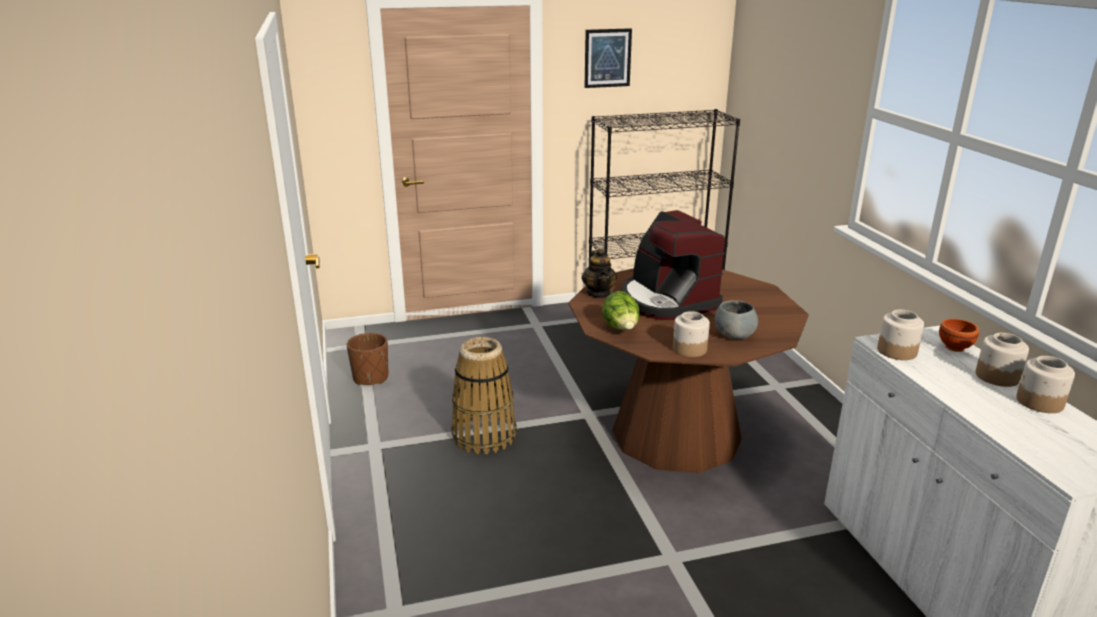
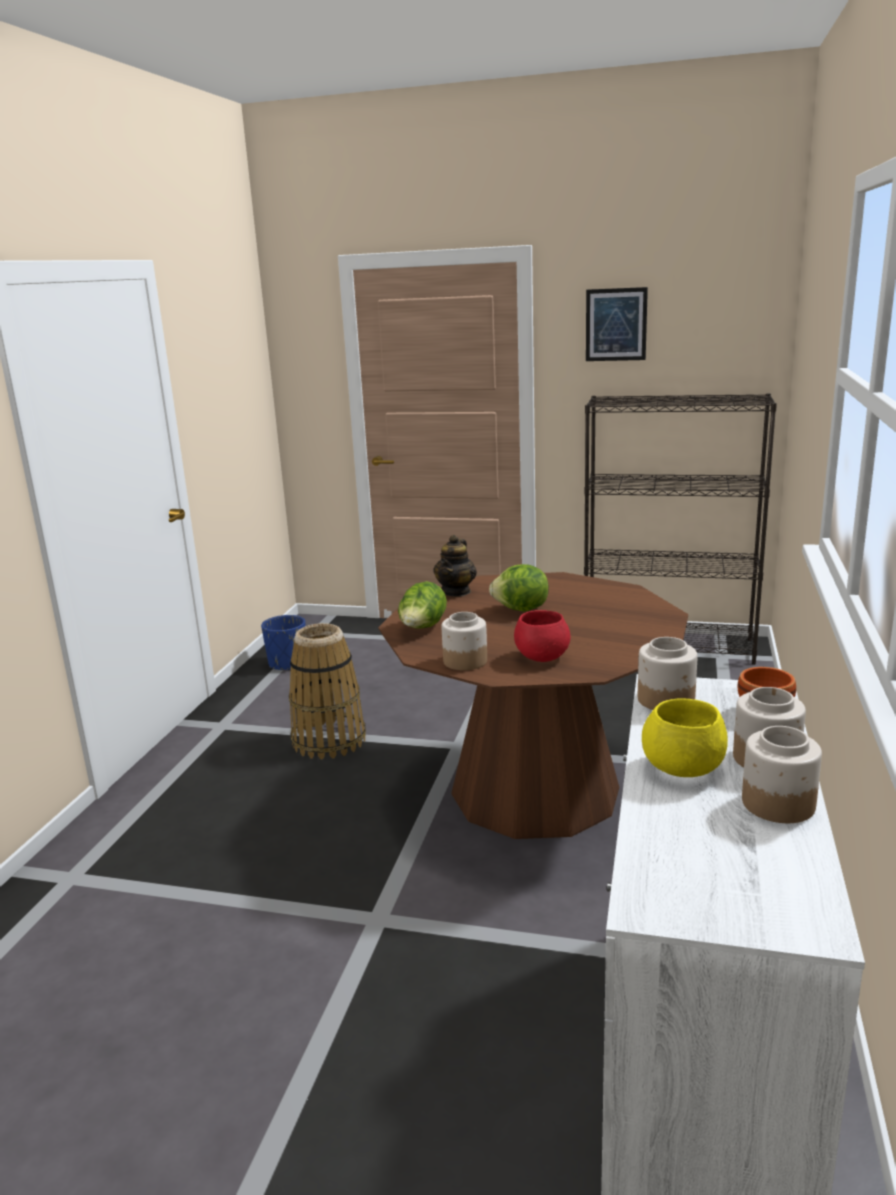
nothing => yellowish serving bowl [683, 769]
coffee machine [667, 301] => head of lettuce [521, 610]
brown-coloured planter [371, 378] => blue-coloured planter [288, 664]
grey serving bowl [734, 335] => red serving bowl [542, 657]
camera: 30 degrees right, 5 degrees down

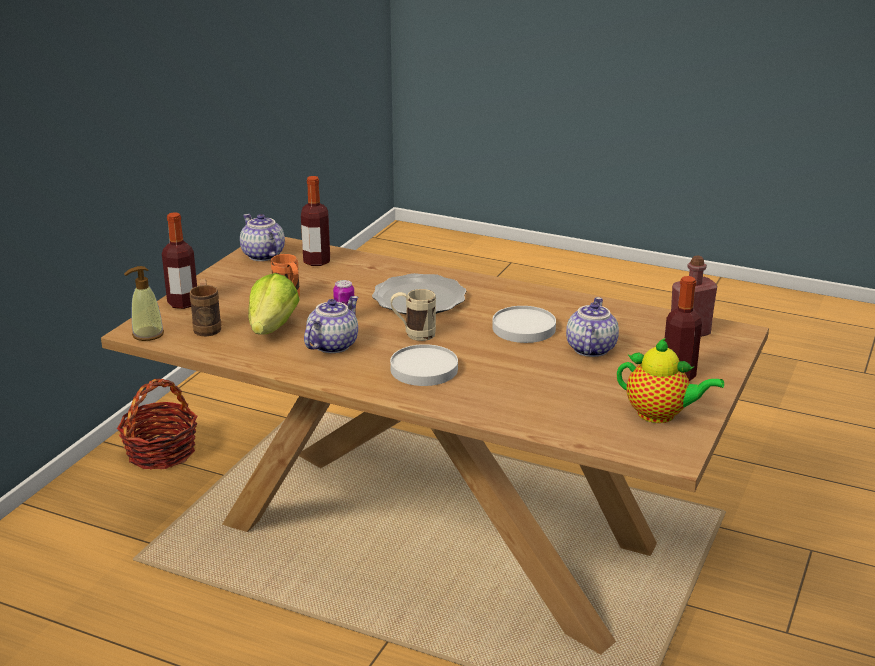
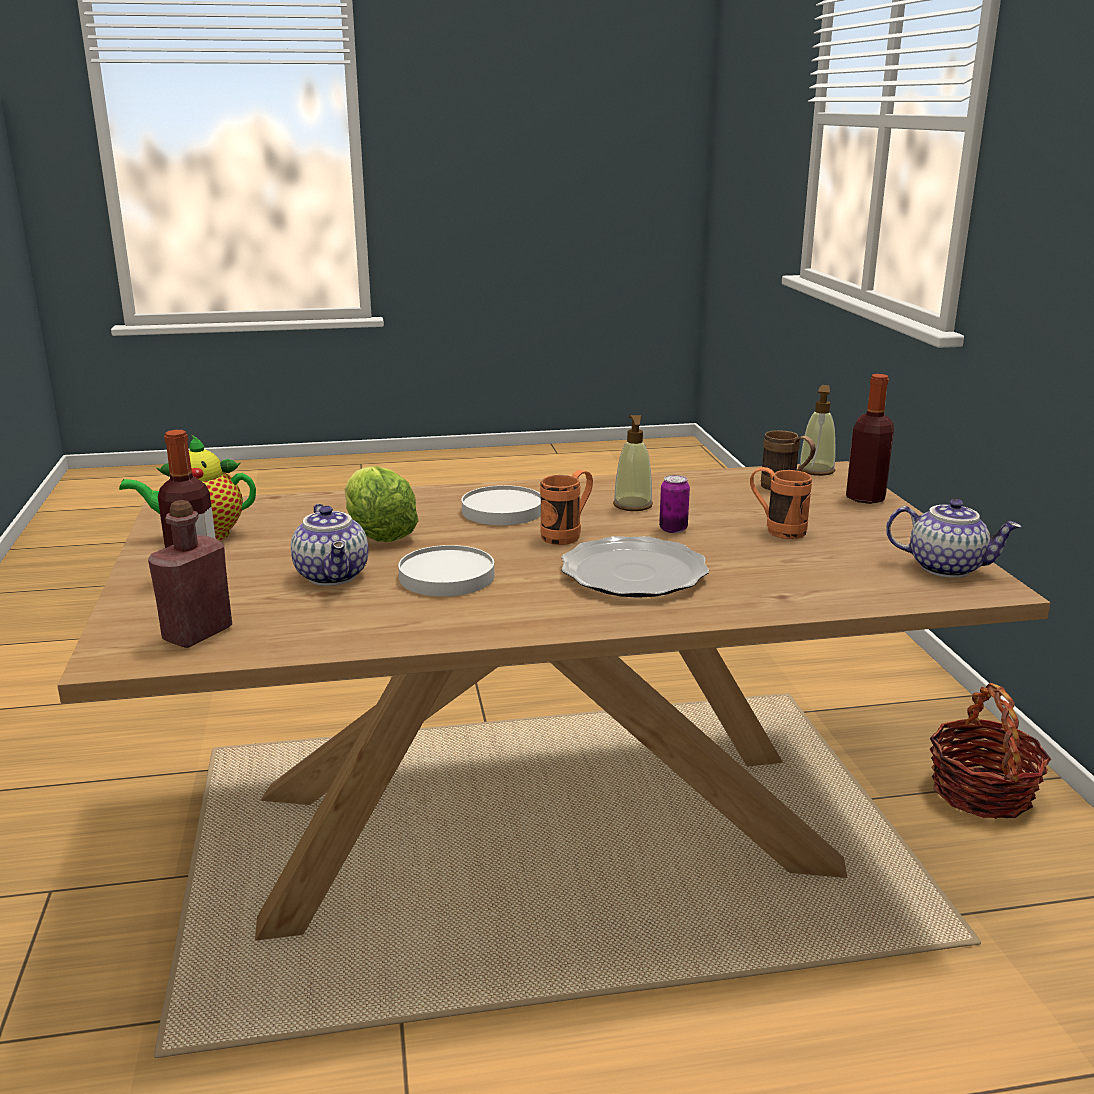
drink bottle [316, 261] => nothing
head of lettuce [272, 328] => head of lettuce [377, 533], shifted
pot for tea [332, 345] => soap dispenser [632, 505]
beige mug [413, 334] => orange-coloured mug [568, 535]
camera: 145 degrees right, 5 degrees down

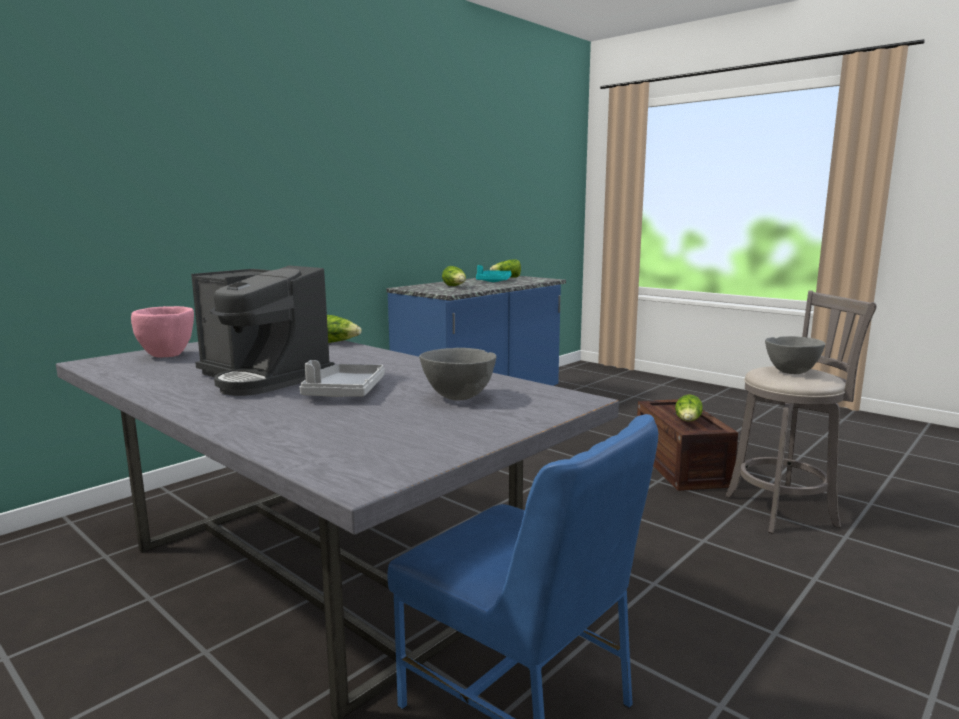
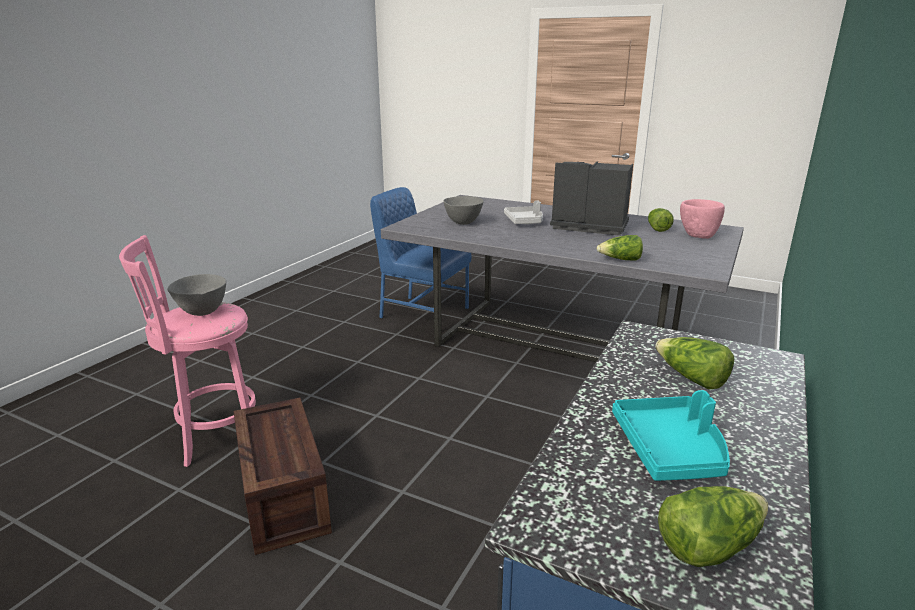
head of lettuce [688, 421] => head of lettuce [657, 228], shifted
grey stool seat [785, 510] => pinkish stool seat [215, 437]
camera: 165 degrees right, 10 degrees up

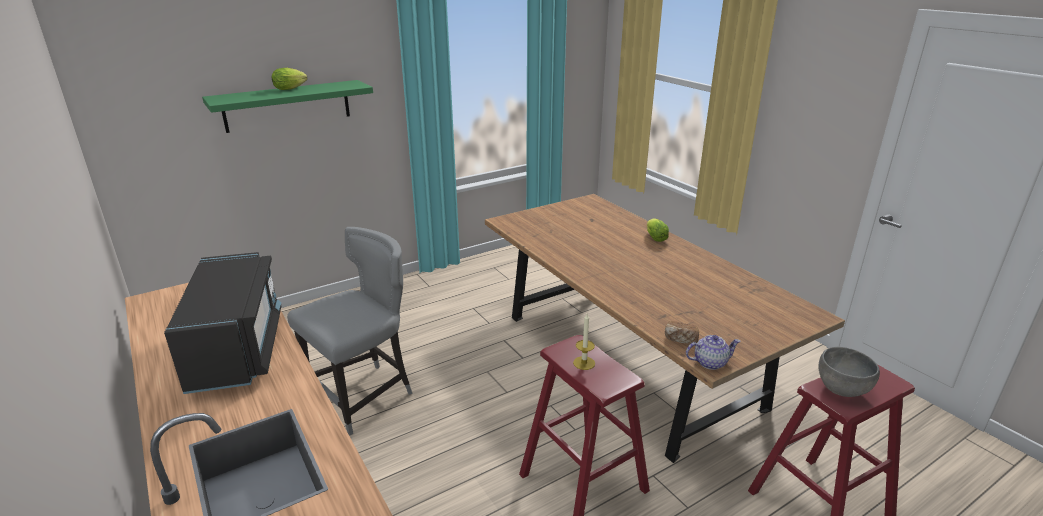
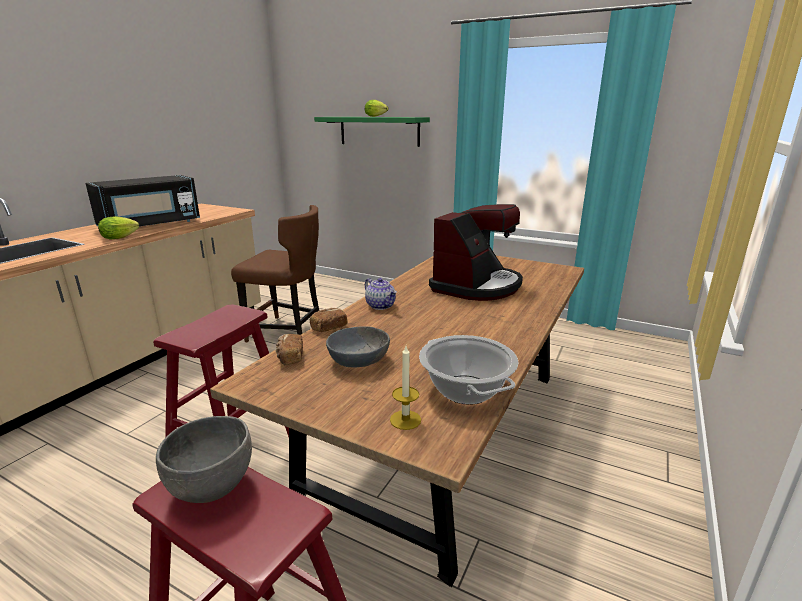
nothing => baked bread [328, 328]
nothing => grey serving bowl [358, 361]
nothing => stockpot [466, 390]
nothing => coffee machine [477, 286]
candle [584, 363] => candle [405, 420], shifted
head of lettuce [654, 238] => head of lettuce [121, 237], shifted
pot for tea [710, 362] => pot for tea [381, 305], shifted
grey plain chair [364, 395] => brown-coloured plain chair [288, 332]
camera: 60 degrees right, 5 degrees down

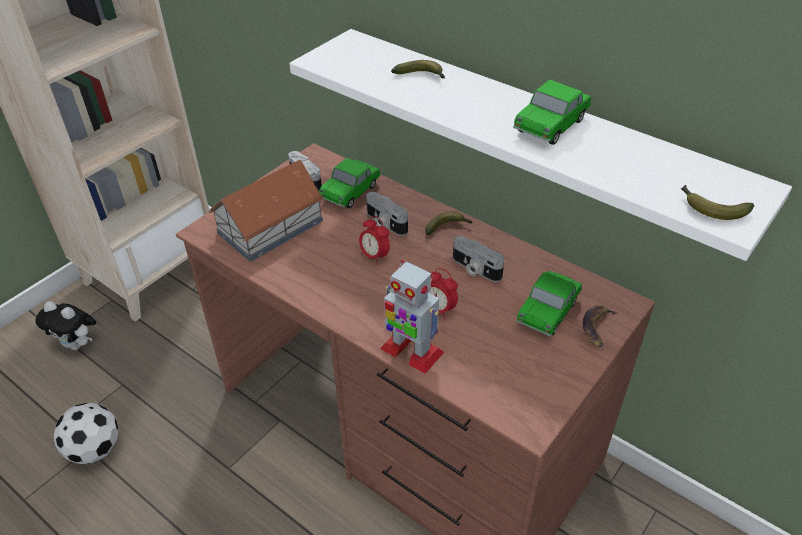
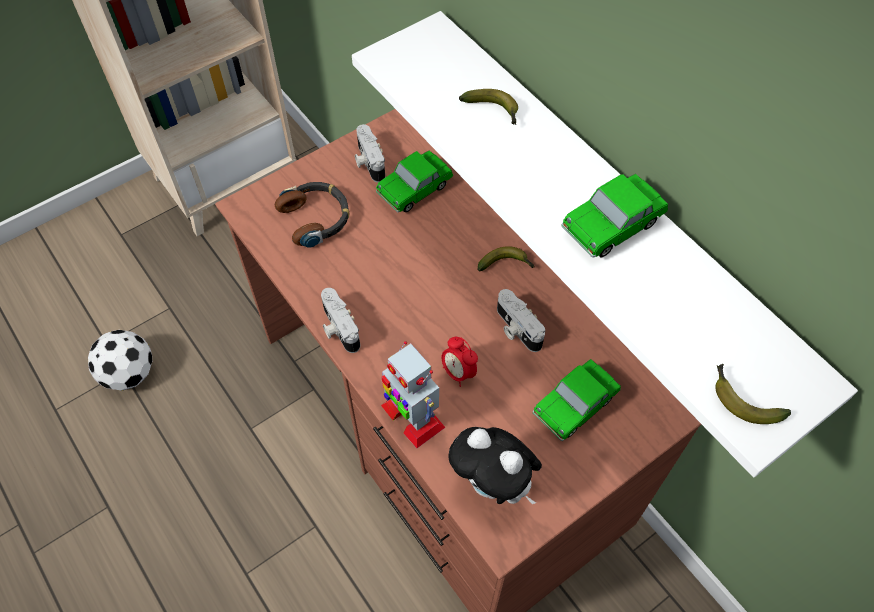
alarm clock [374, 256] => nothing
whole banana [597, 327] => nothing
soft toy [77, 344] => soft toy [494, 484], shifted
still camera [385, 223] => still camera [338, 328], shifted
model house [271, 226] => headset [316, 218]
camera: 15 degrees right, 15 degrees up

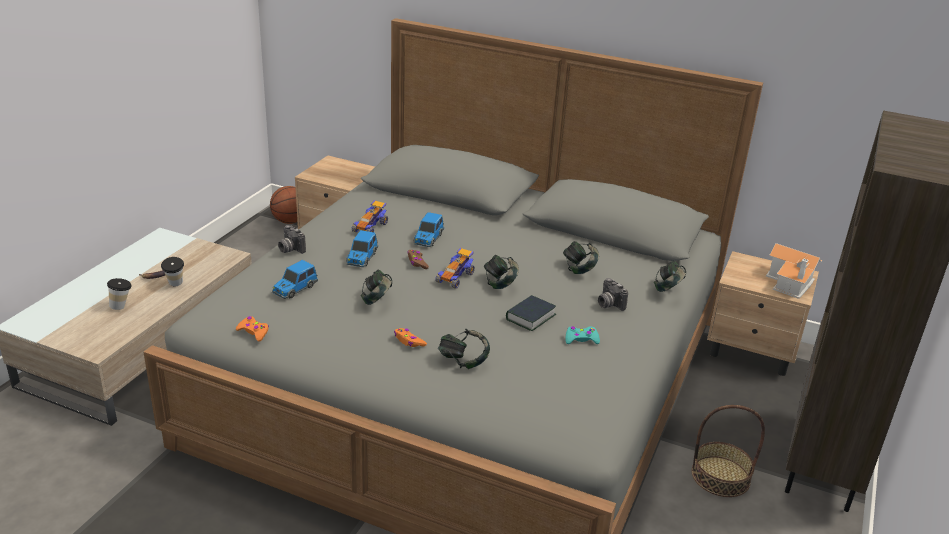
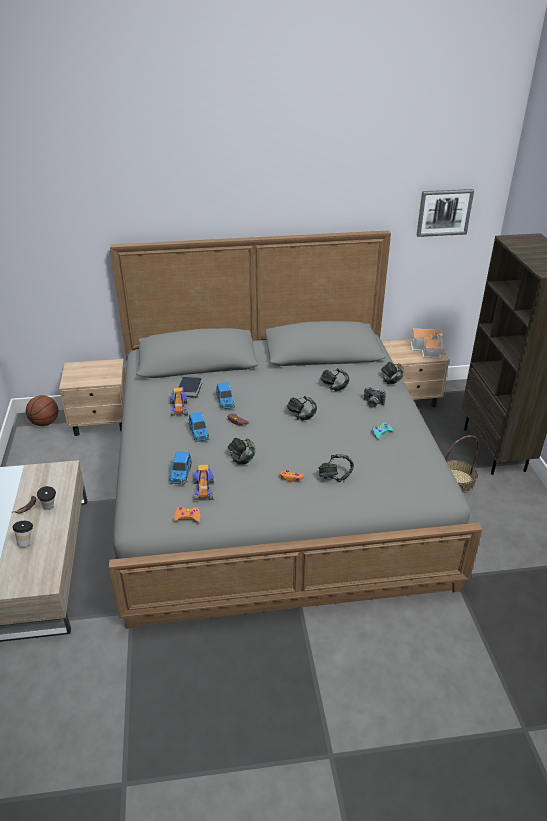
still camera [290, 249] => nothing
nothing => wall art [444, 212]
model car [455, 277] => model car [203, 489], shifted
bound book [530, 317] => bound book [189, 390], shifted
camera: 30 degrees left, 5 degrees up

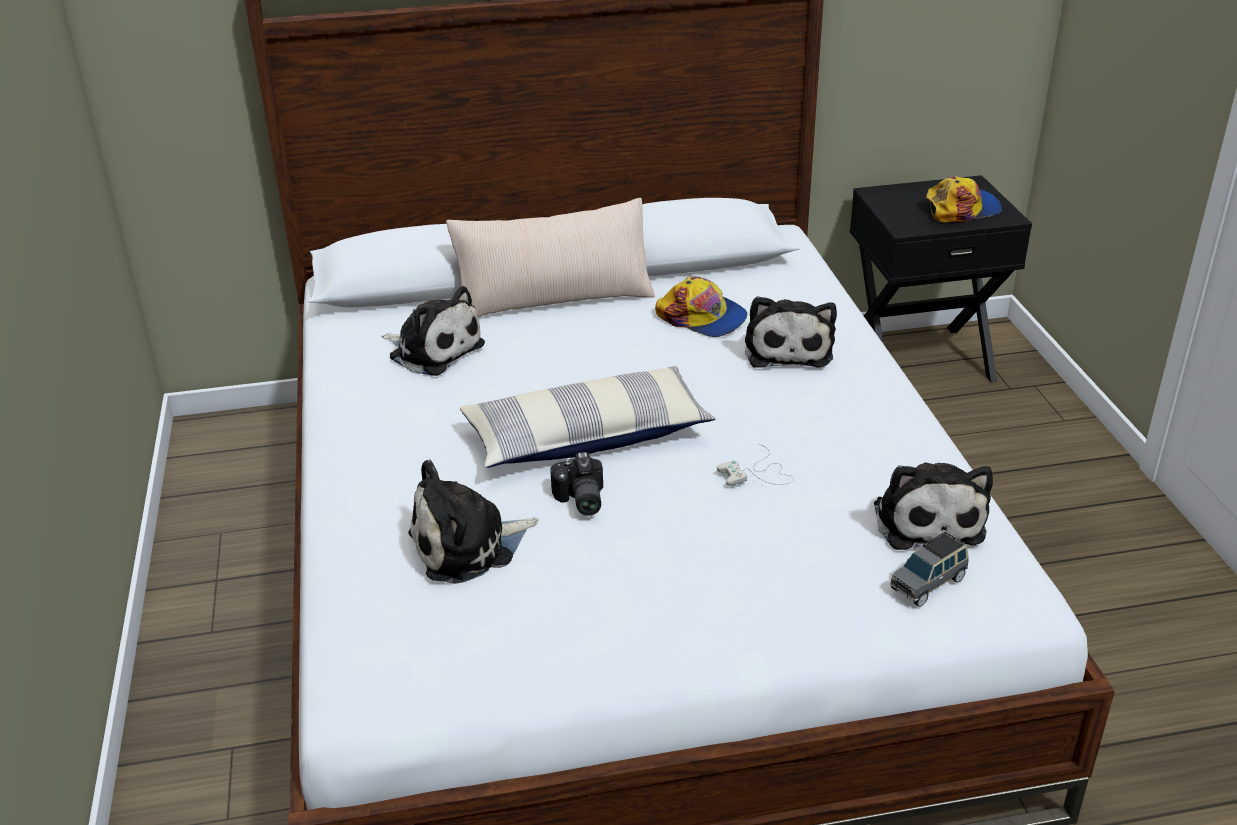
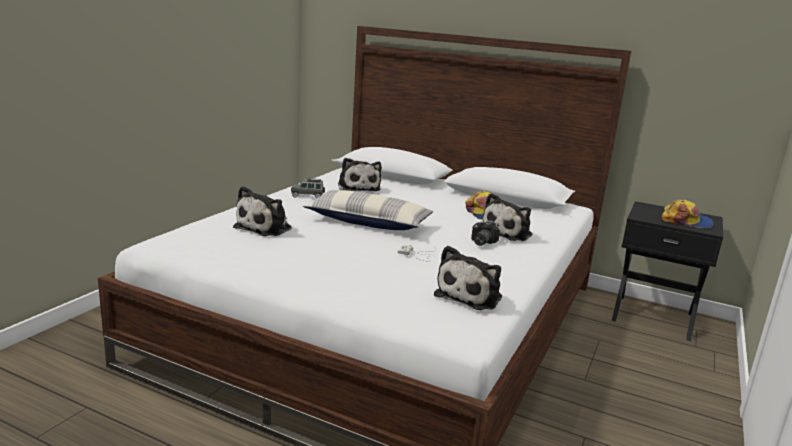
beige pillow [554, 298] => nothing
still camera [579, 500] => still camera [481, 242], shifted
grey model car [928, 583] => grey model car [308, 196], shifted
soft toy [468, 546] => soft toy [266, 227], 75 degrees counterclockwise
camera: 35 degrees right, 15 degrees down

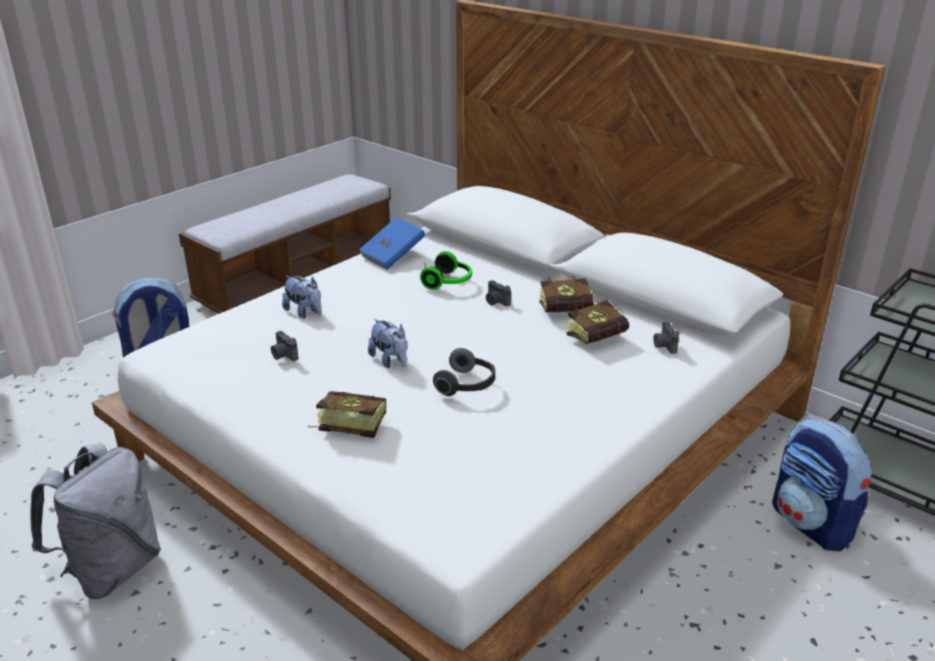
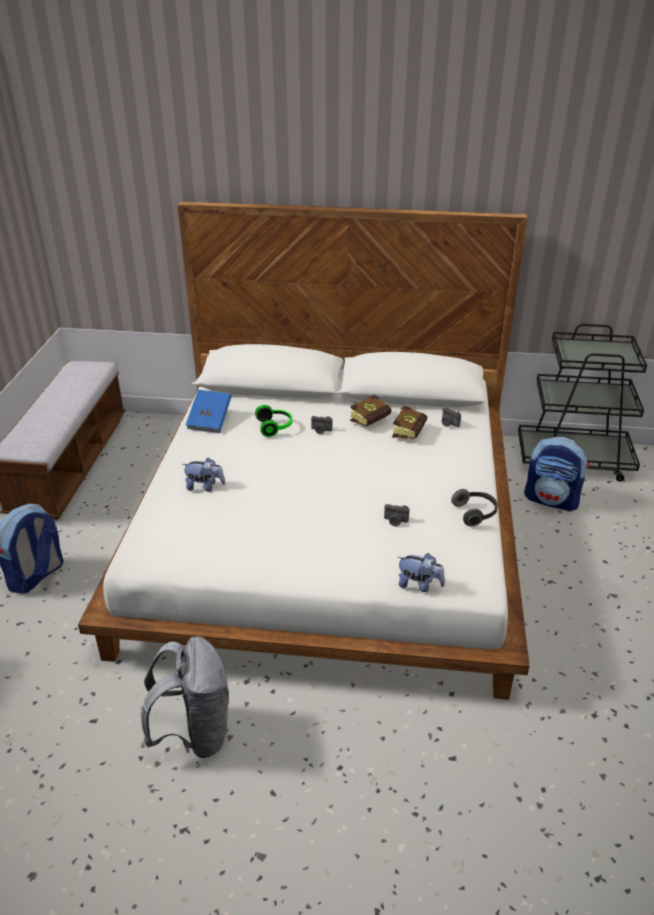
bound book [346, 426] => nothing
still camera [283, 355] => still camera [395, 521], shifted
soft toy [390, 361] => soft toy [419, 585], shifted
headset [467, 385] => headset [475, 513], shifted
camera: 35 degrees left, 5 degrees up

